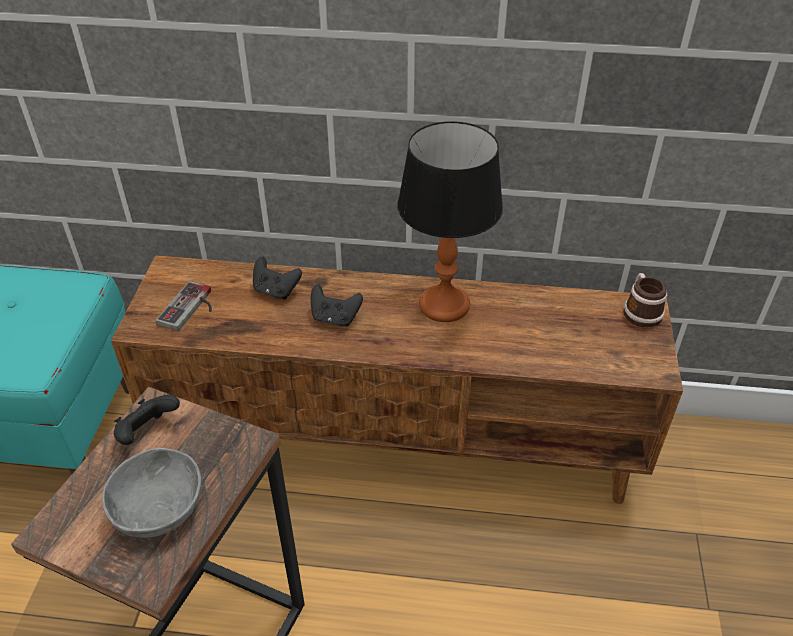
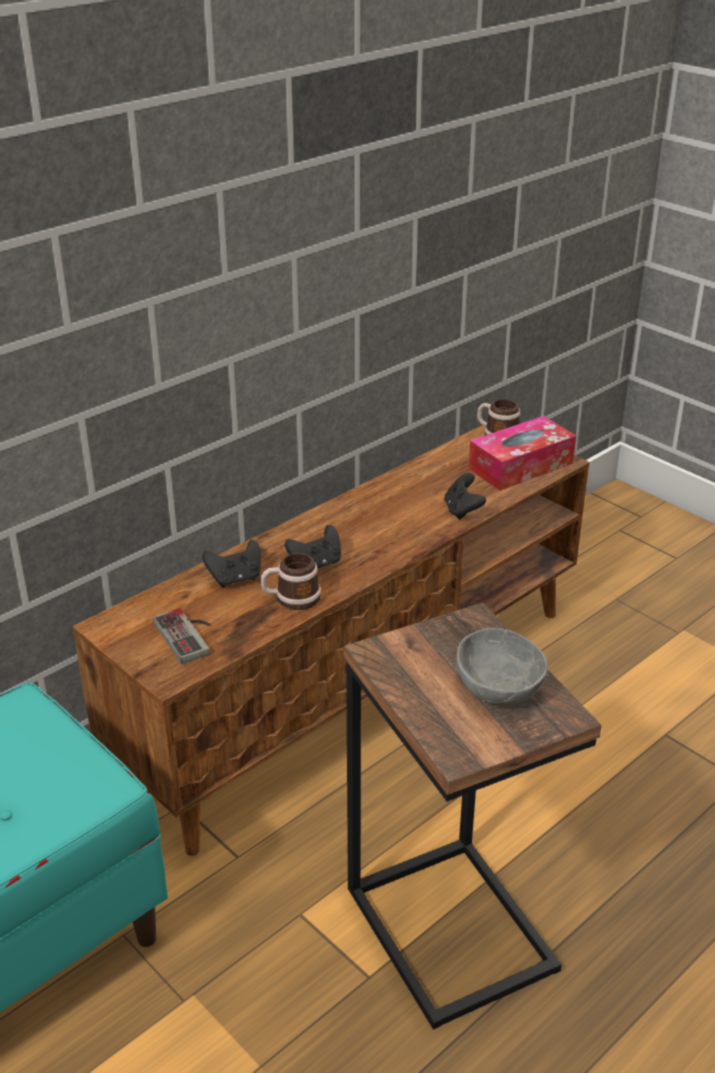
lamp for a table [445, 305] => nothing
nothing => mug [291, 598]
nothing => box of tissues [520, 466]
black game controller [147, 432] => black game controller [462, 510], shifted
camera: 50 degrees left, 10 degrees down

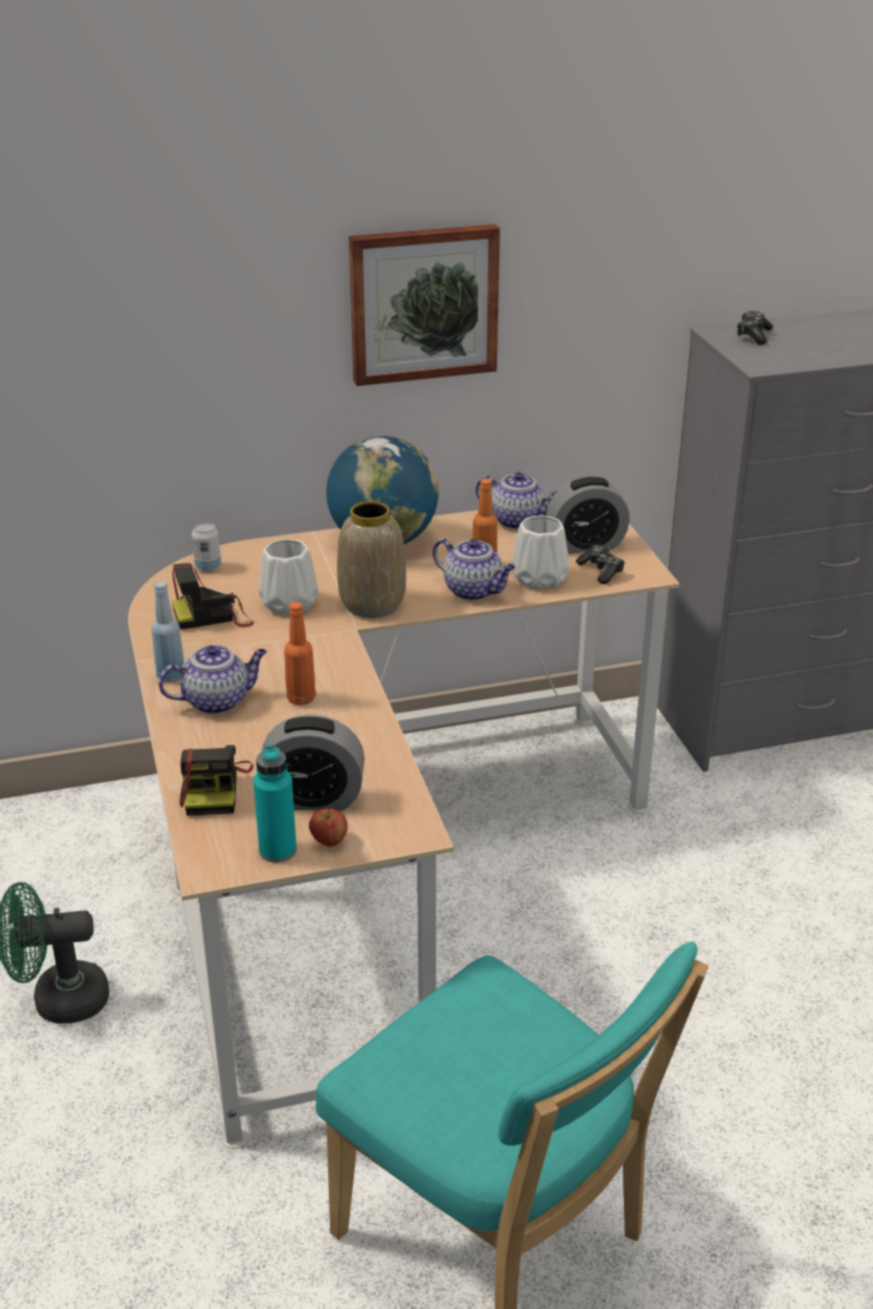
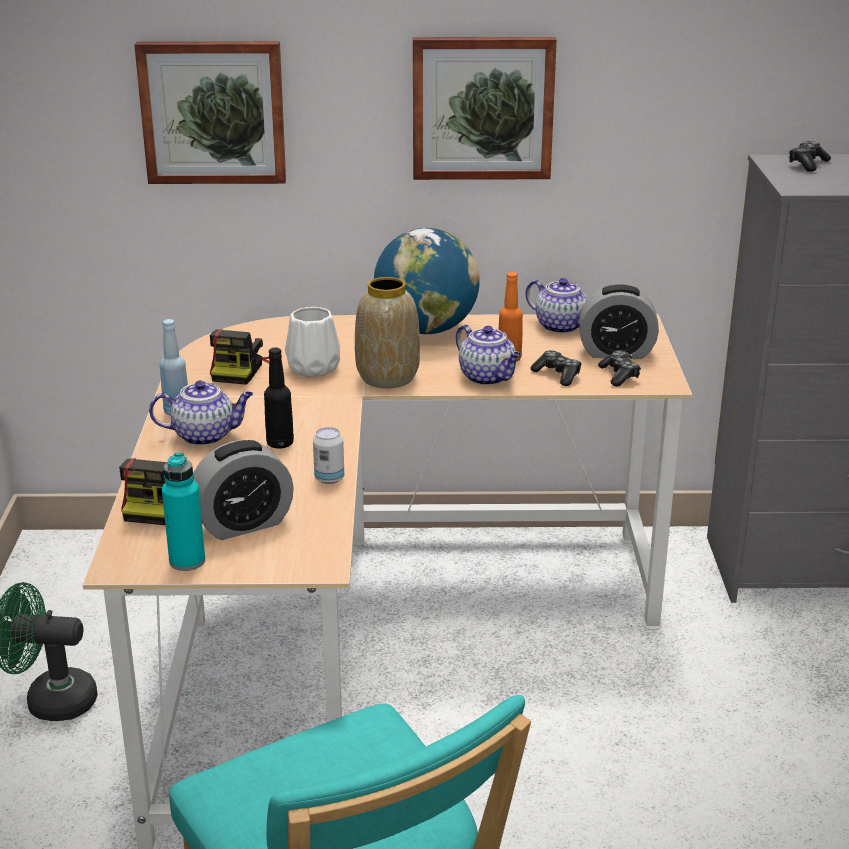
apple [329, 841] => nothing
nothing => wall art [213, 112]
sealed can [208, 567] => sealed can [329, 478], shifted
white decorative vase [541, 578] => game controller [557, 375]
orange-coloured drink bottle [301, 698] => black drink bottle [280, 443]
still camera [213, 616] => still camera [241, 370], 75 degrees counterclockwise
alarm clock [313, 798] => alarm clock [243, 524], 45 degrees counterclockwise
camera: 15 degrees right, 5 degrees down

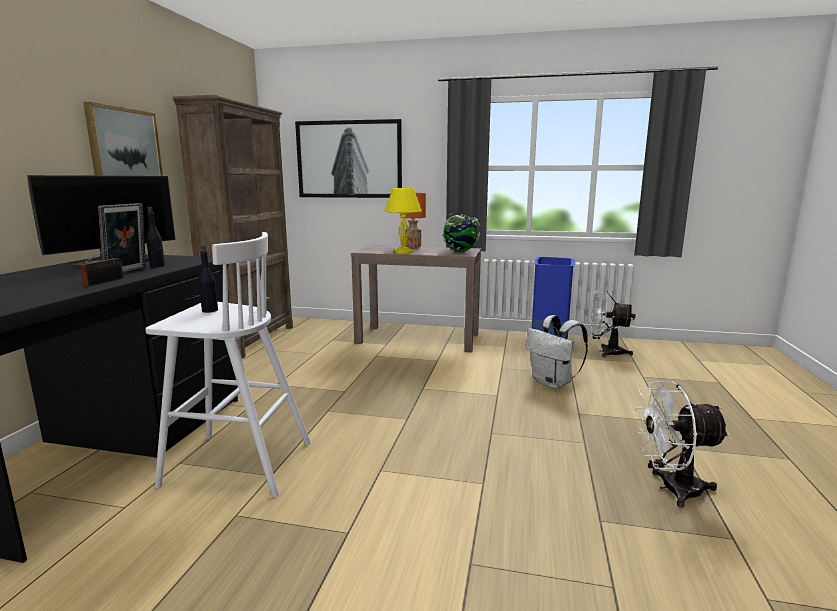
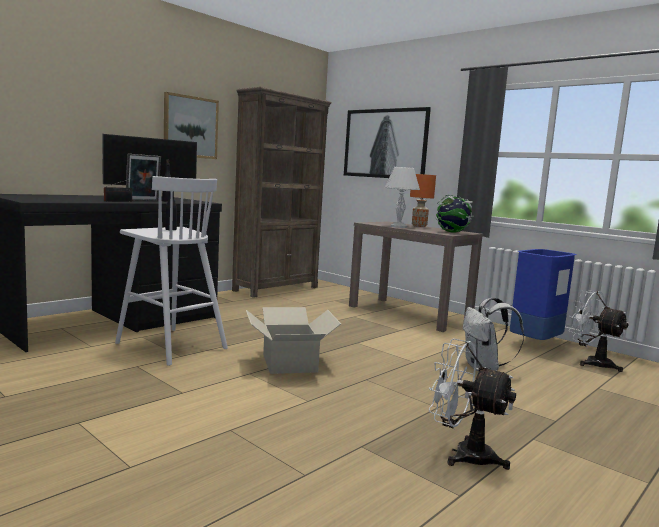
nothing => packing box [290, 363]
yellowish lamp for a table [403, 252] => white lamp for a table [398, 227]
camera: 30 degrees right, 5 degrees down

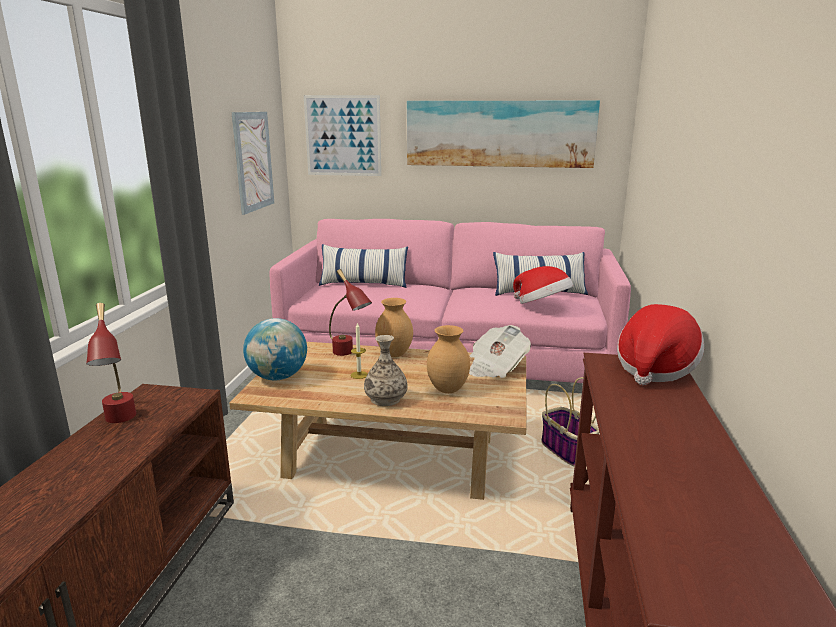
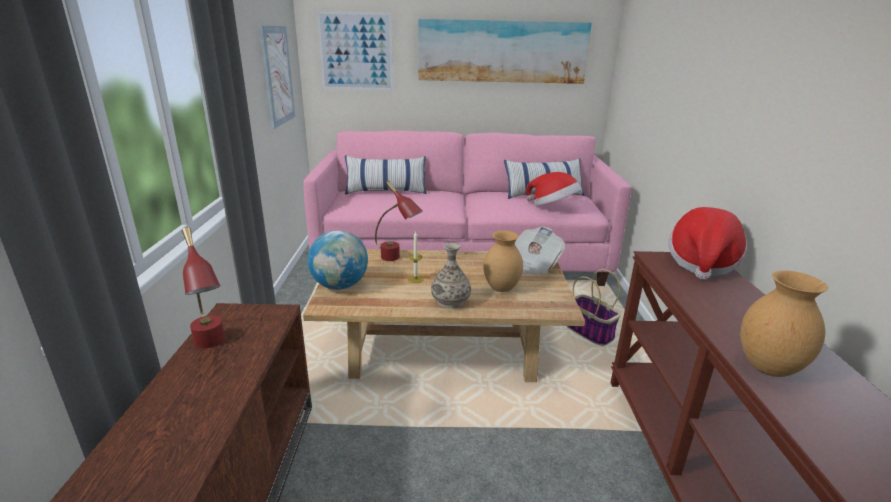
brown-coloured decorative vase [394, 354] => brown-coloured decorative vase [767, 367], shifted
camera: 10 degrees left, 5 degrees up

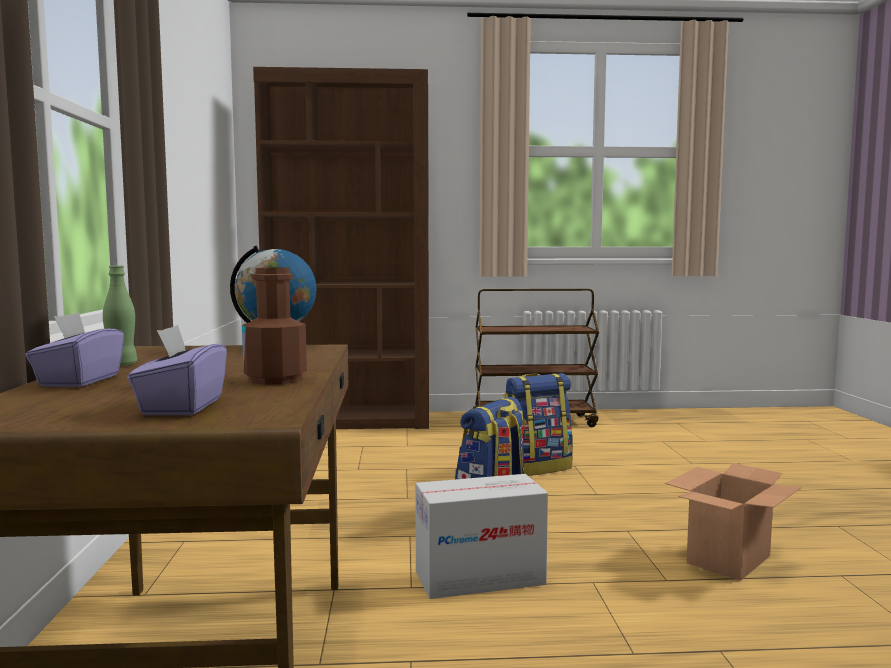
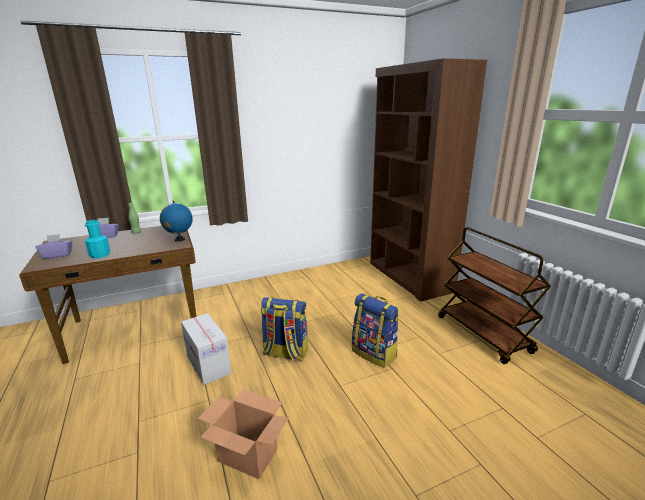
brown-coloured drink bottle [275, 379] => turquoise-coloured drink bottle [100, 255]
camera: 70 degrees right, 15 degrees up

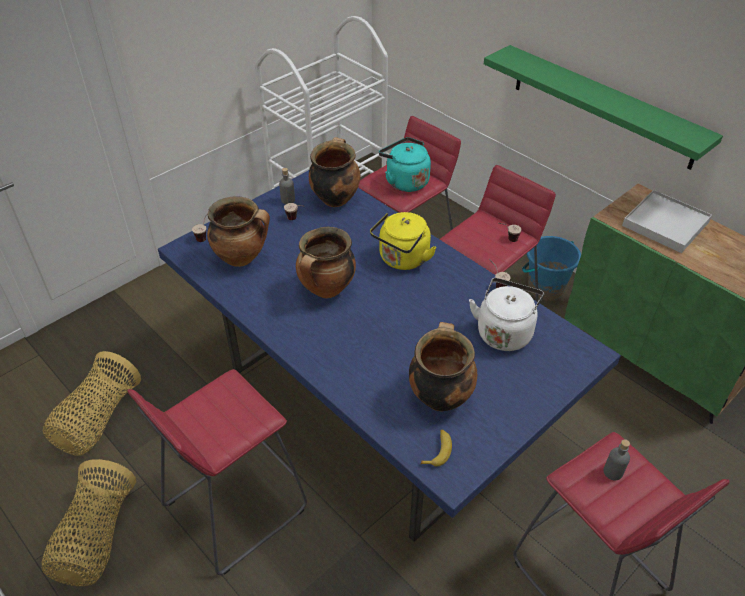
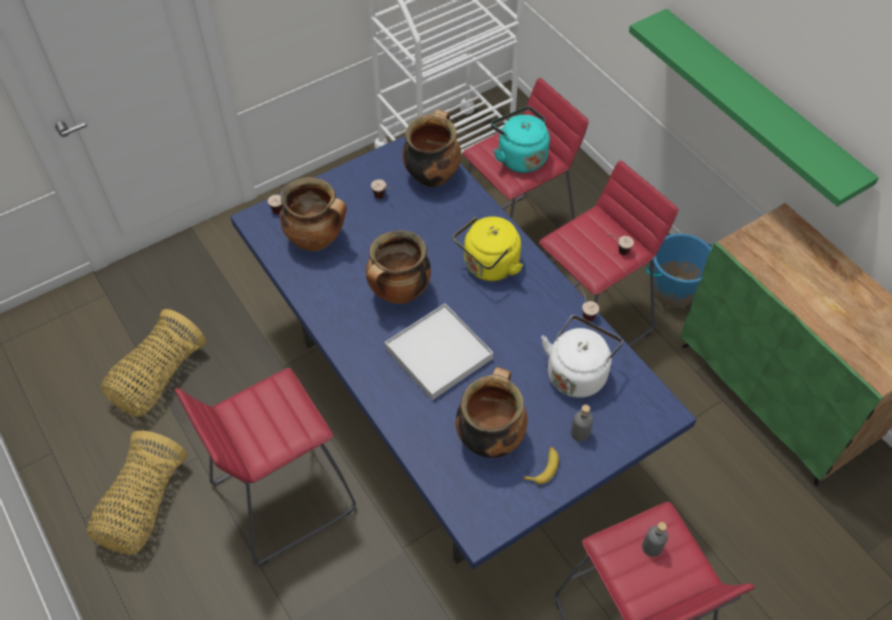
grey drink bottle [288, 200] => grey drink bottle [580, 433], shifted
whole banana [437, 450] => whole banana [543, 467], shifted
white carrying tray [665, 224] => white carrying tray [438, 354], shifted
camera: 10 degrees right, 10 degrees up

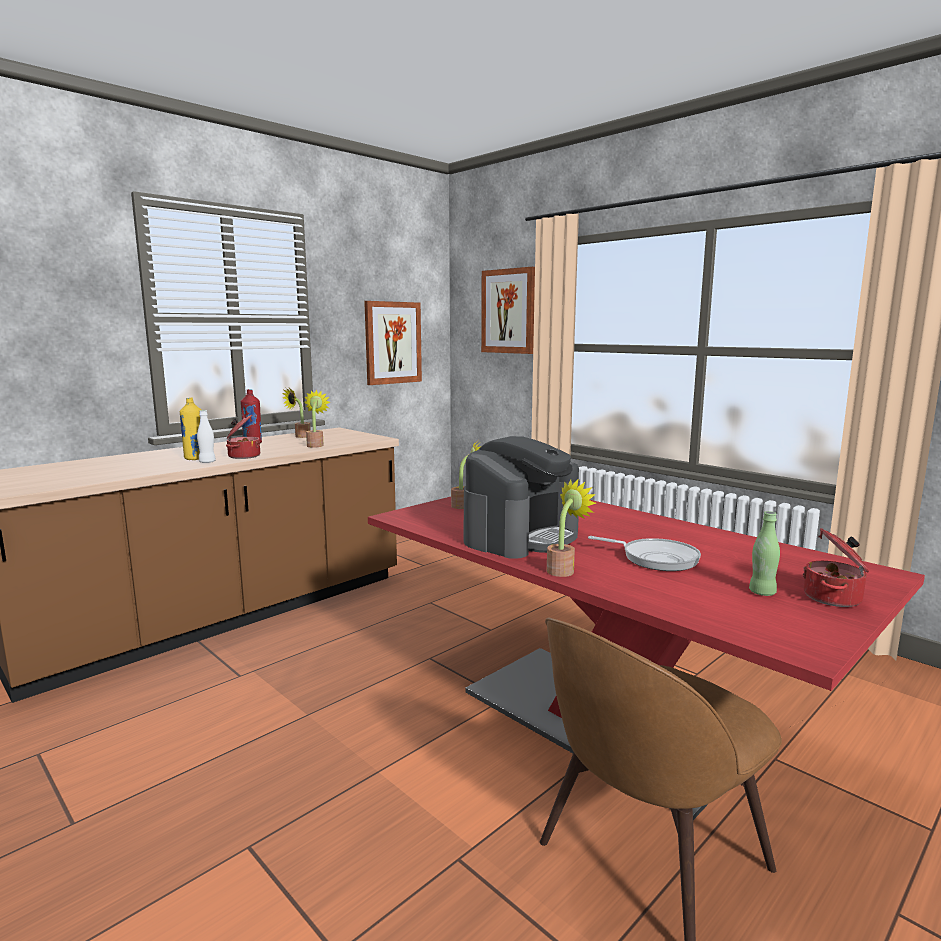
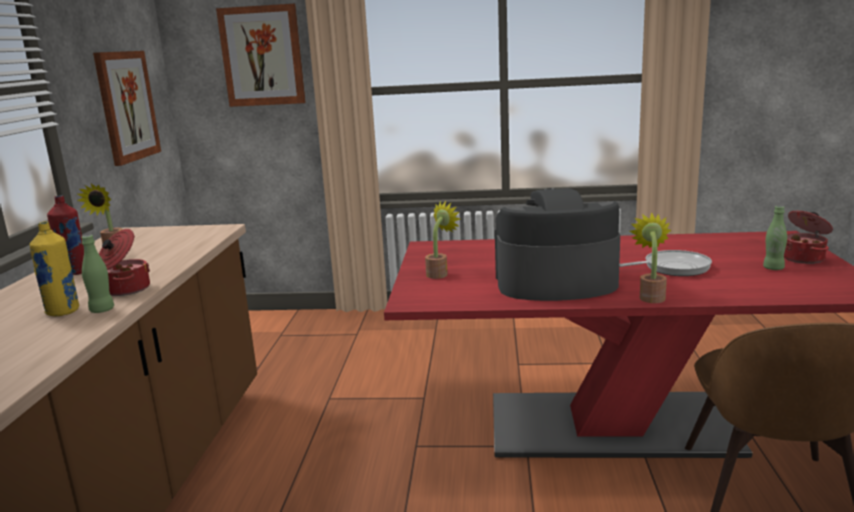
plant in a pot [316, 445] => nothing
white drink bottle [207, 462] => green drink bottle [102, 310]
coffee machine [522, 536] => coffee machine [555, 283], 90 degrees counterclockwise
camera: 40 degrees left, 5 degrees up

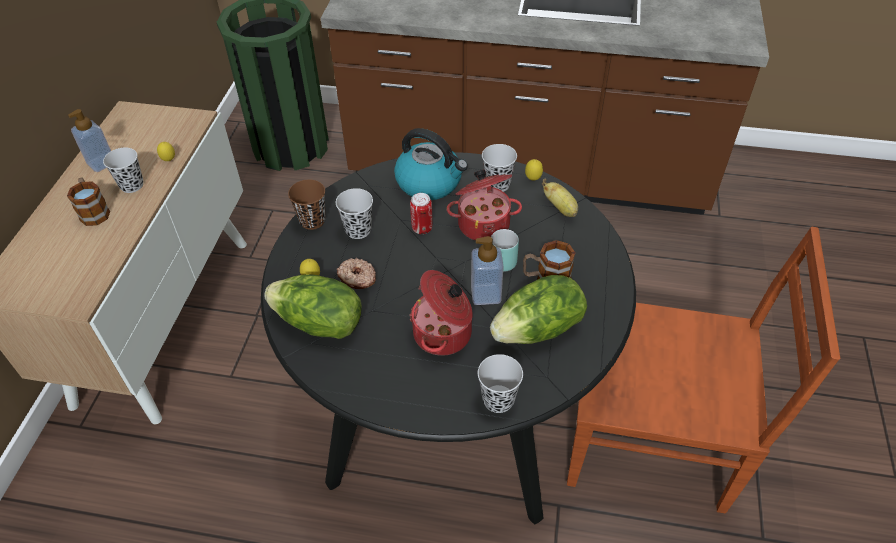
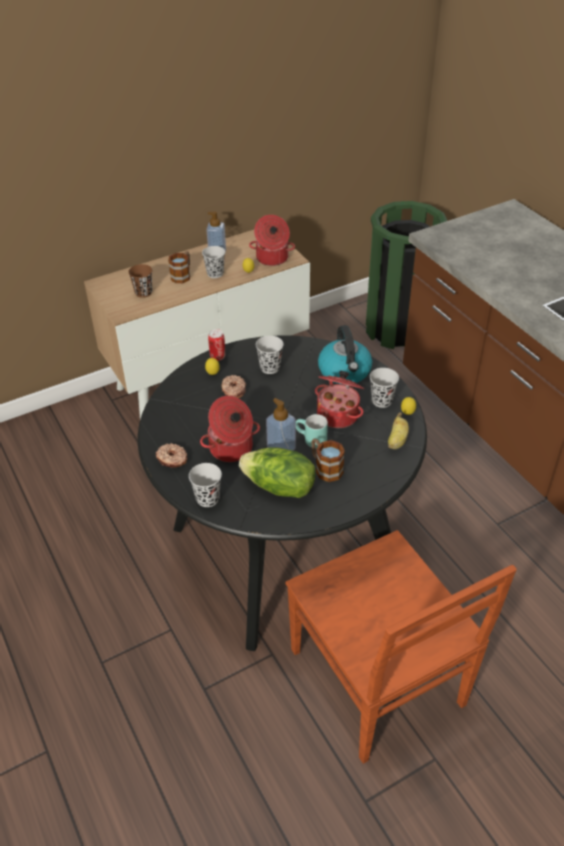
head of lettuce [319, 324] => nothing
nothing => donut [172, 459]
nothing => stockpot [272, 258]
brown-coloured cup [312, 221] => brown-coloured cup [143, 293], shifted
sealed can [422, 228] => sealed can [217, 357], shifted
camera: 50 degrees right, 5 degrees down

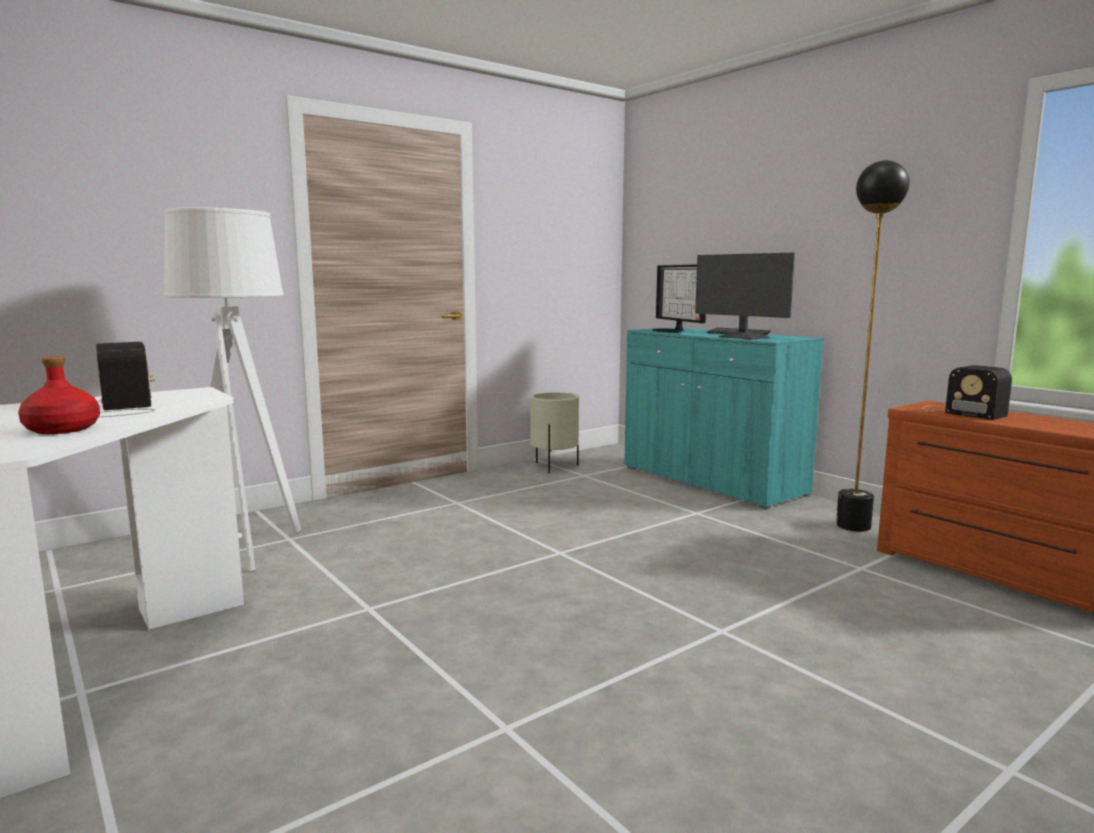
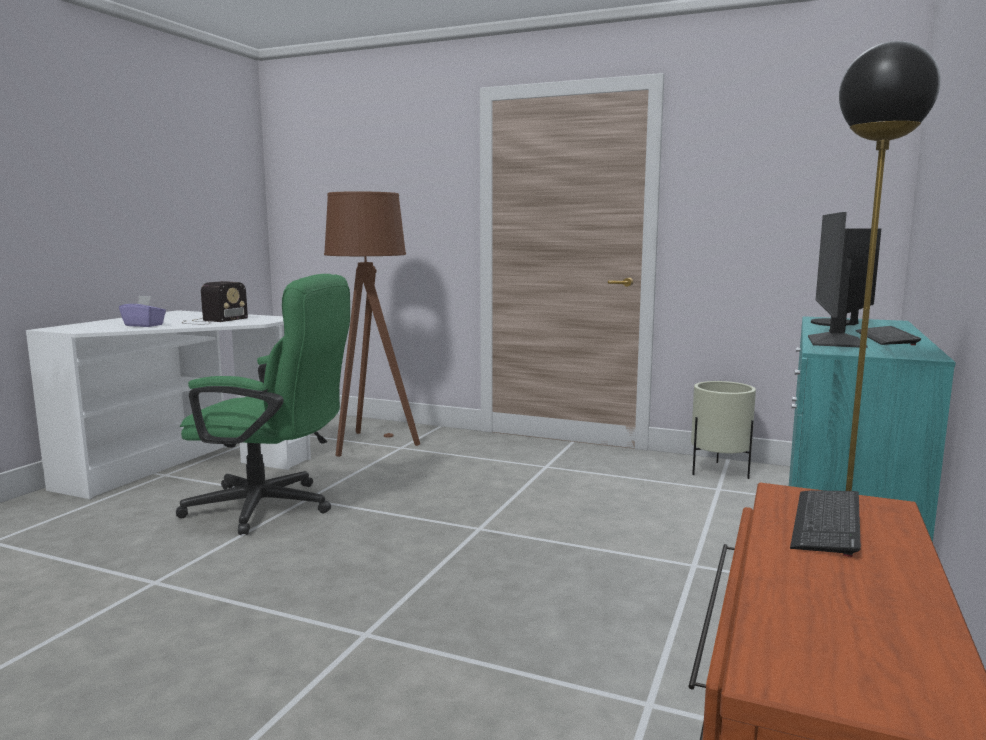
nothing => green office chair [272, 508]
red drink bottle [62, 429] => purplish box of tissues [144, 325]
radio set [959, 411] => computer keyboard [826, 523]
white floor lamp [247, 549] => brown-coloured floor lamp [372, 444]
camera: 60 degrees right, 0 degrees up

